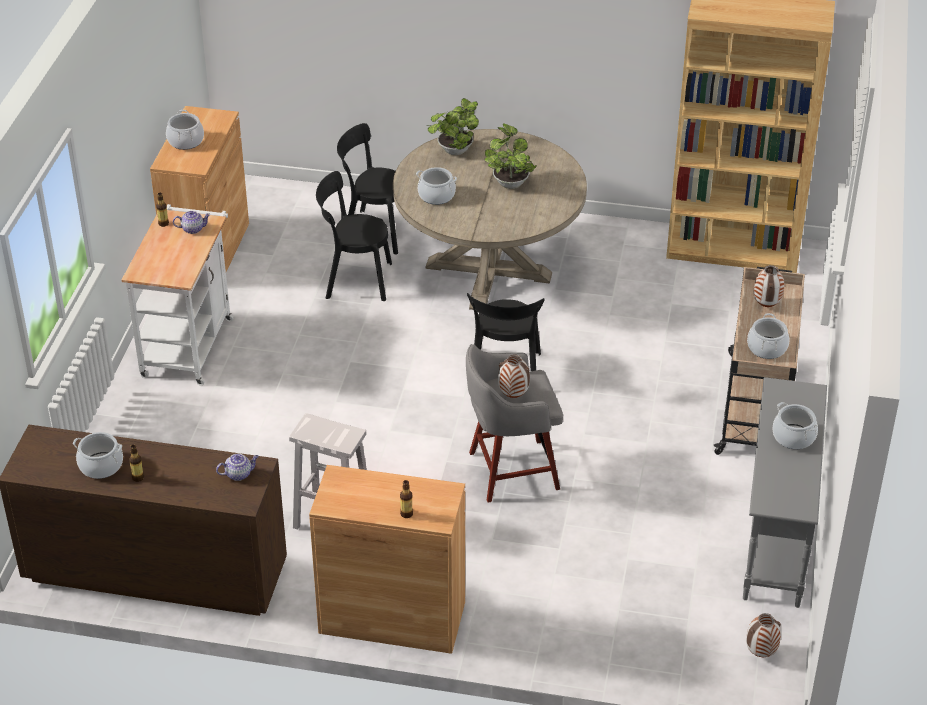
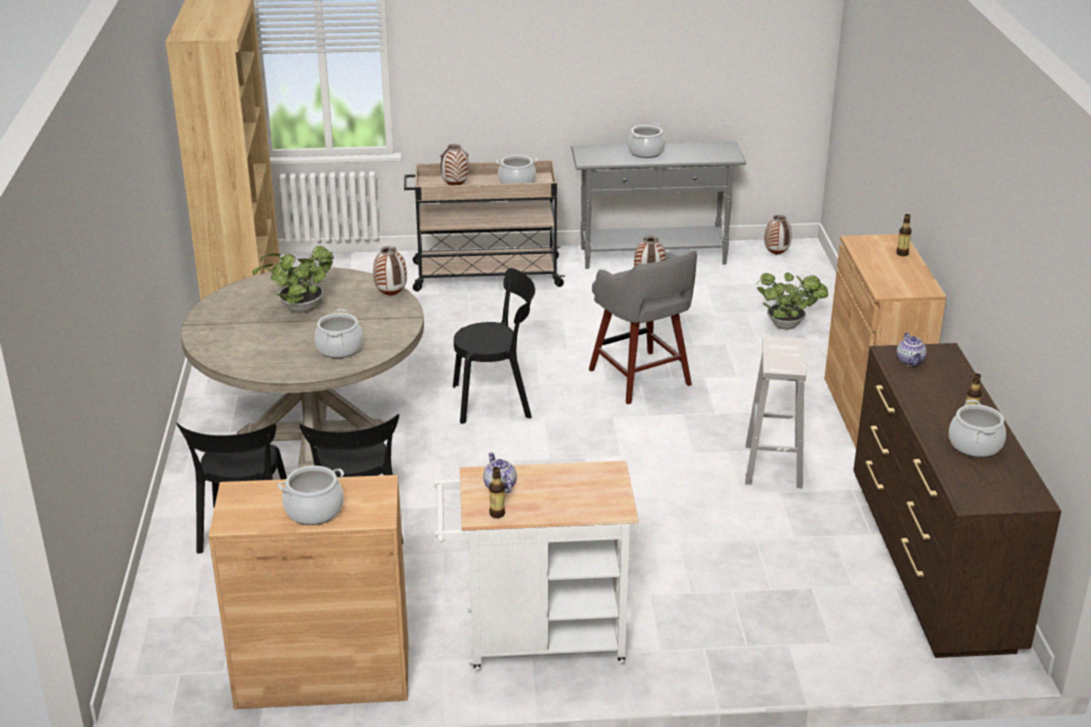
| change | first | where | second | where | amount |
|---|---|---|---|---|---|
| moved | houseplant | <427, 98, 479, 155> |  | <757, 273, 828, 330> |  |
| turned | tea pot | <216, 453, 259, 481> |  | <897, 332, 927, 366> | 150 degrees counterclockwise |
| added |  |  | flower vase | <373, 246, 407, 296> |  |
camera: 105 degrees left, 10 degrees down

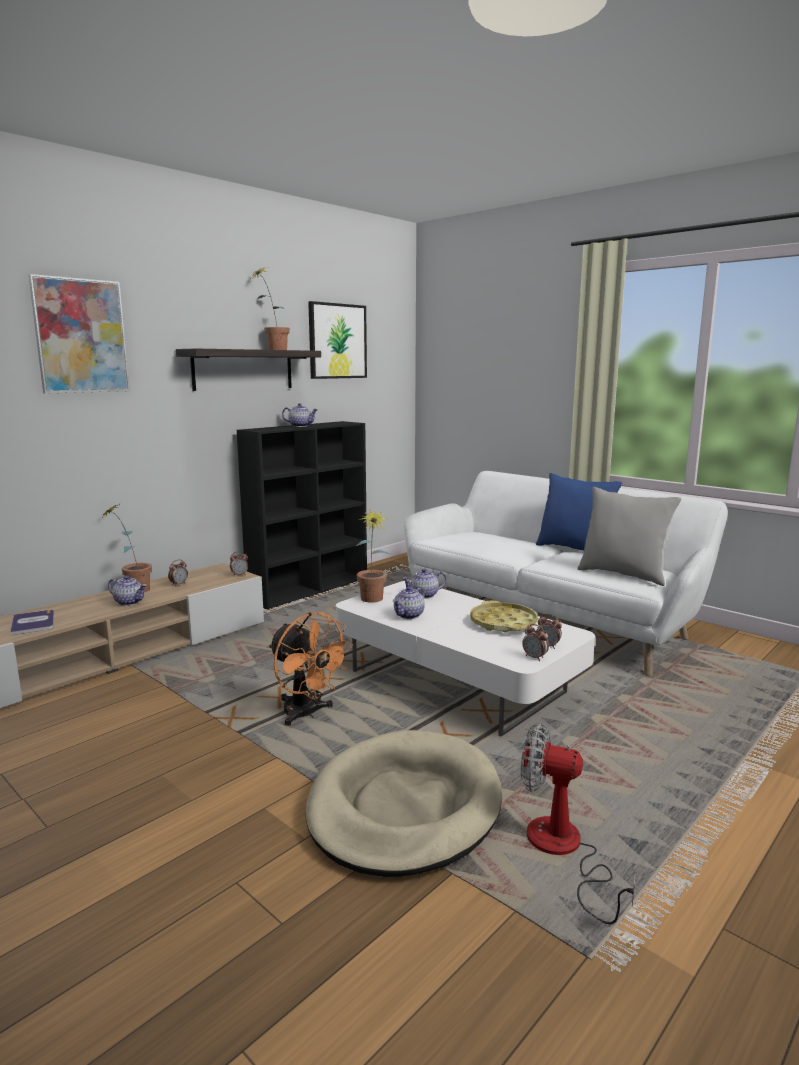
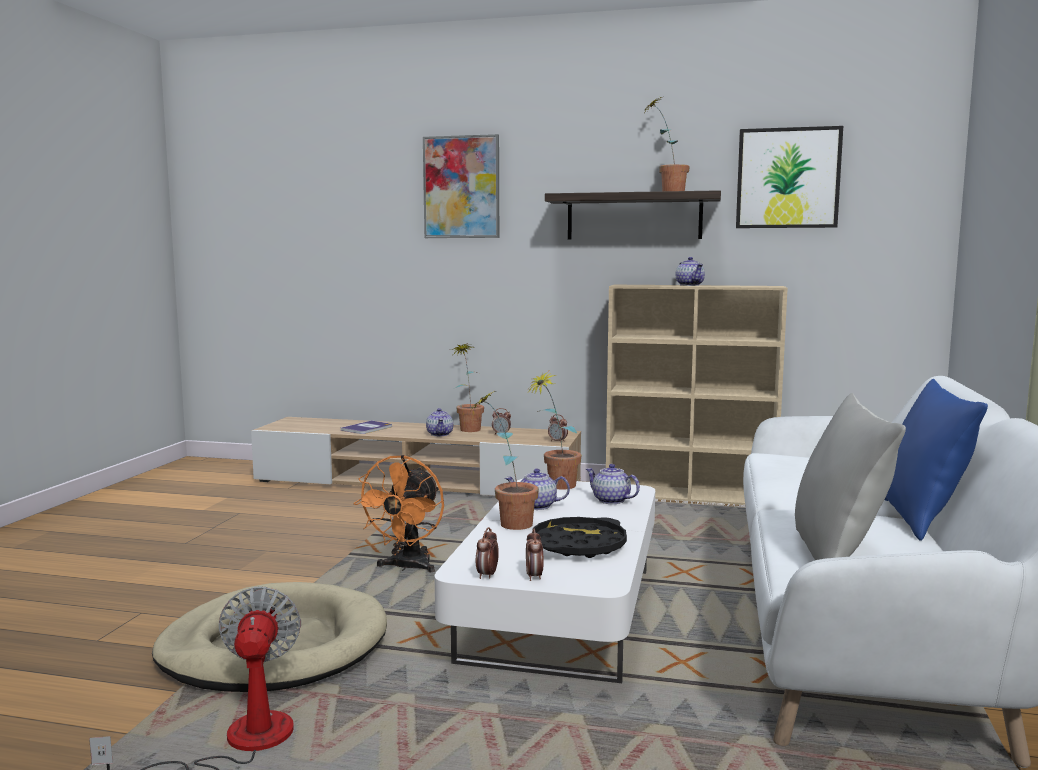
| change | first | where | second | where | amount |
|---|---|---|---|---|---|
| recoloured | bookshelf/blackish | <237, 421, 367, 609> | bookshelf/sand-coloured | <606, 285, 788, 505> |  |
| recoloured | carrying tray/yellow-coloured | <470, 601, 538, 632> | carrying tray/blackish | <532, 517, 627, 558> |  |
| added |  |  | houseplant | <470, 391, 539, 530> |  |
camera: 60 degrees right, 5 degrees down

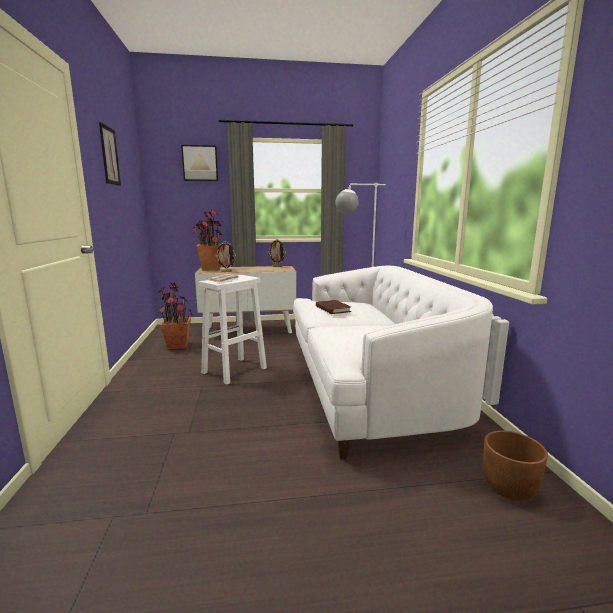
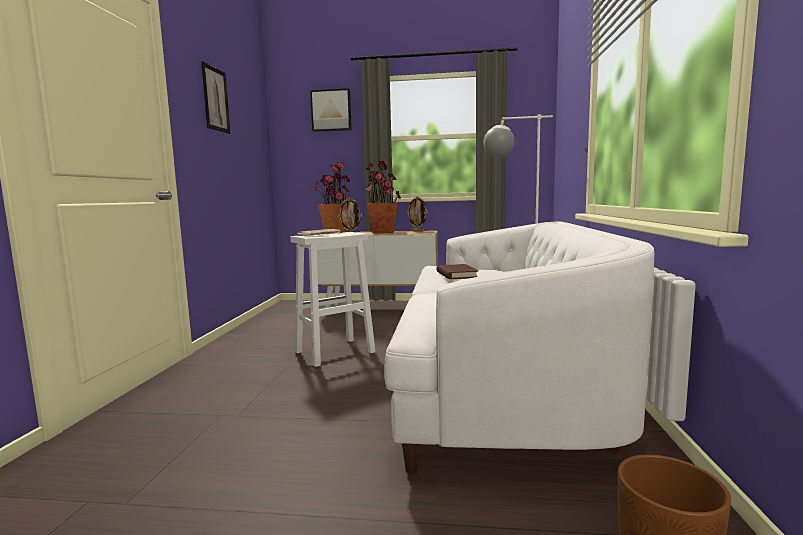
| change | first | where | second | where | amount |
|---|---|---|---|---|---|
| moved | houseplant | <158, 283, 192, 350> |  | <365, 161, 401, 233> |  |
camera: 15 degrees right, 5 degrees down

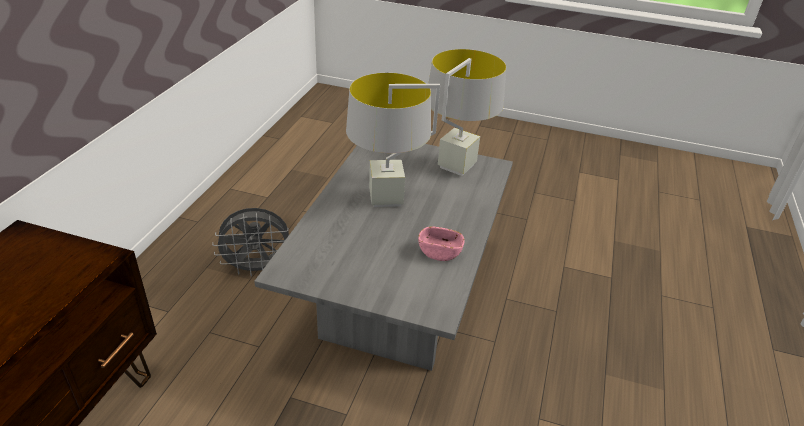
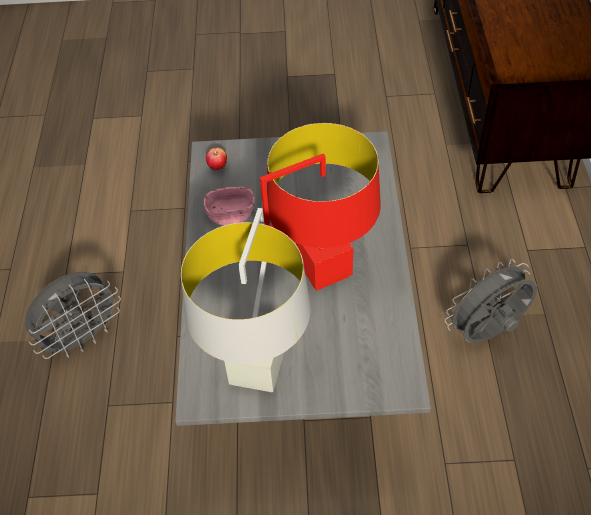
| change | first | where | second | where | amount |
|---|---|---|---|---|---|
| recoloured | lamp for a table/grey | <346, 73, 440, 207> | lamp for a table/reddish | <260, 123, 381, 290> |  |
| added |  |  | whole apple | <206, 147, 227, 171> |  |
| added |  |  | fan/grey | <25, 272, 121, 359> |  |
camera: 165 degrees right, 15 degrees up

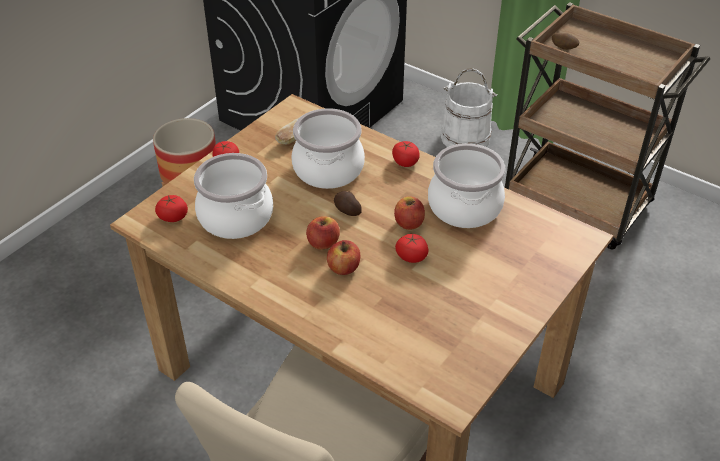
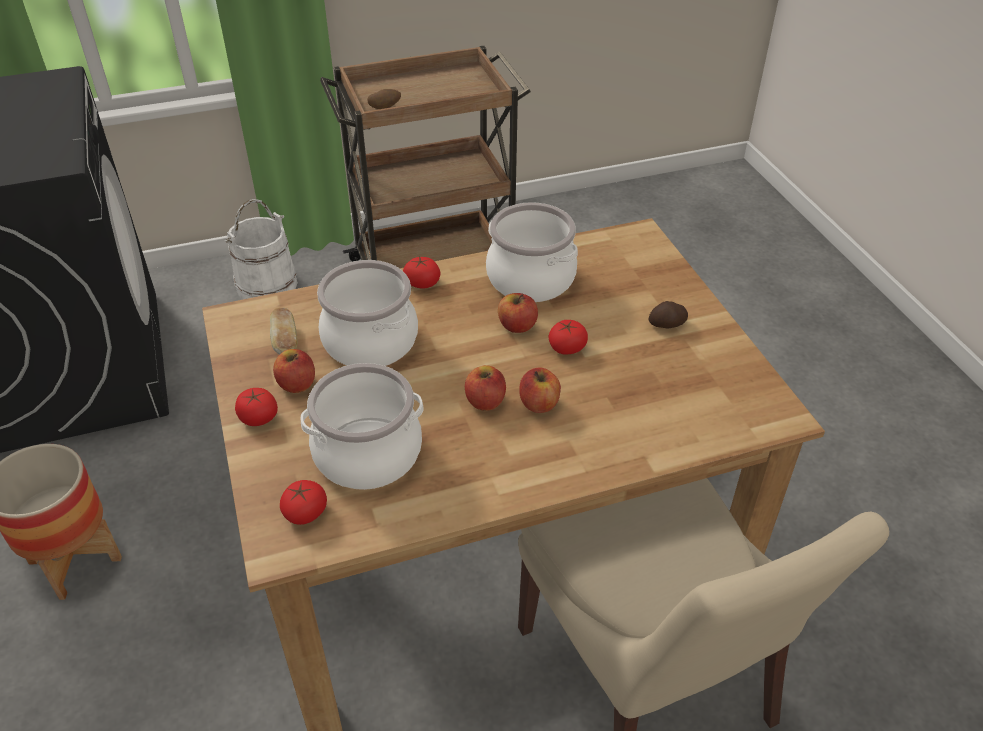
| change | first | where | second | where | amount |
|---|---|---|---|---|---|
| moved | spud | <334, 191, 362, 216> |  | <648, 301, 688, 328> |  |
| added |  |  | whole apple | <273, 349, 315, 393> |  |
camera: 55 degrees left, 0 degrees up

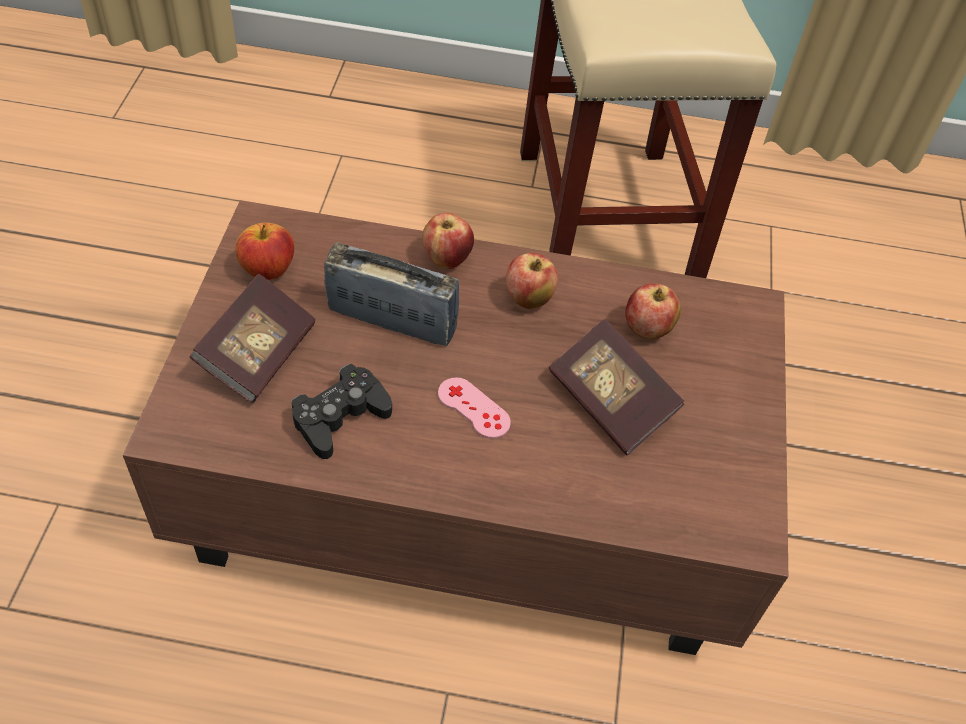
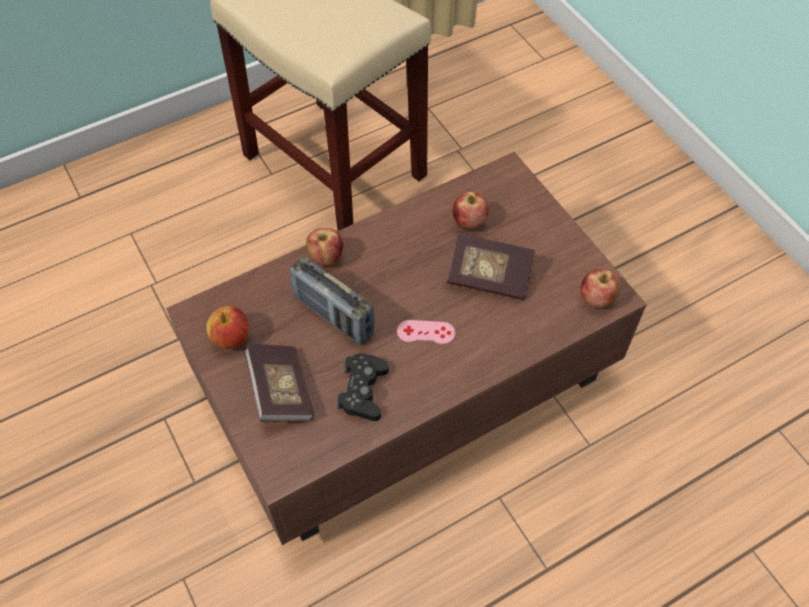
| change | first | where | second | where | amount |
|---|---|---|---|---|---|
| turned | radio set | <324, 242, 459, 346> |  | <290, 256, 375, 345> | 120 degrees counterclockwise |
| moved | whole apple | <506, 253, 559, 309> |  | <580, 269, 620, 308> |  |
camera: 35 degrees left, 5 degrees up

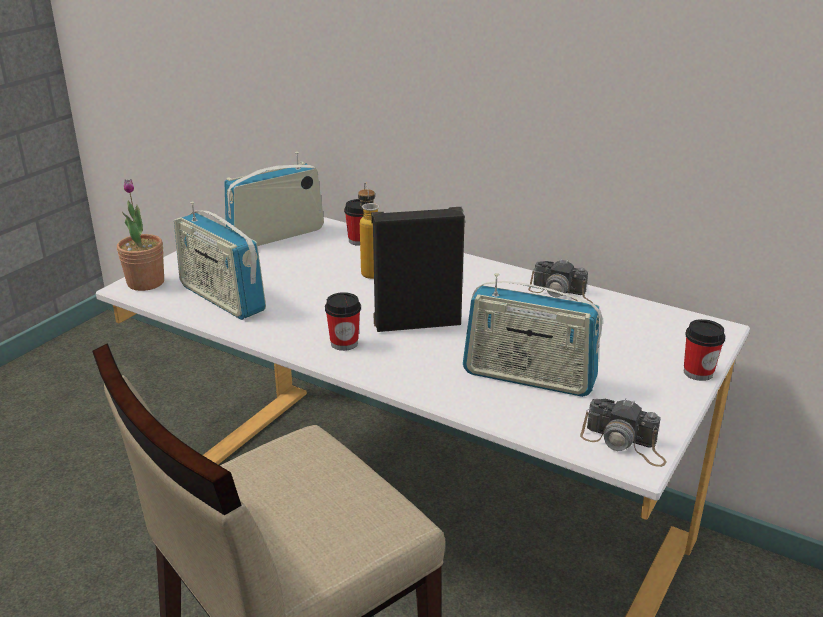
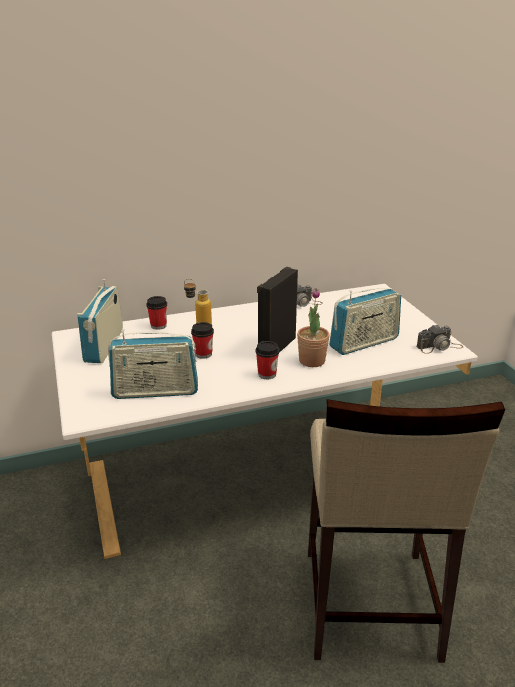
| change | first | where | second | where | amount |
|---|---|---|---|---|---|
| moved | houseplant | <117, 179, 164, 291> |  | <297, 288, 330, 367> |  |
| moved | drinking cup | <684, 319, 725, 381> |  | <191, 322, 214, 359> |  |
camera: 50 degrees left, 0 degrees up

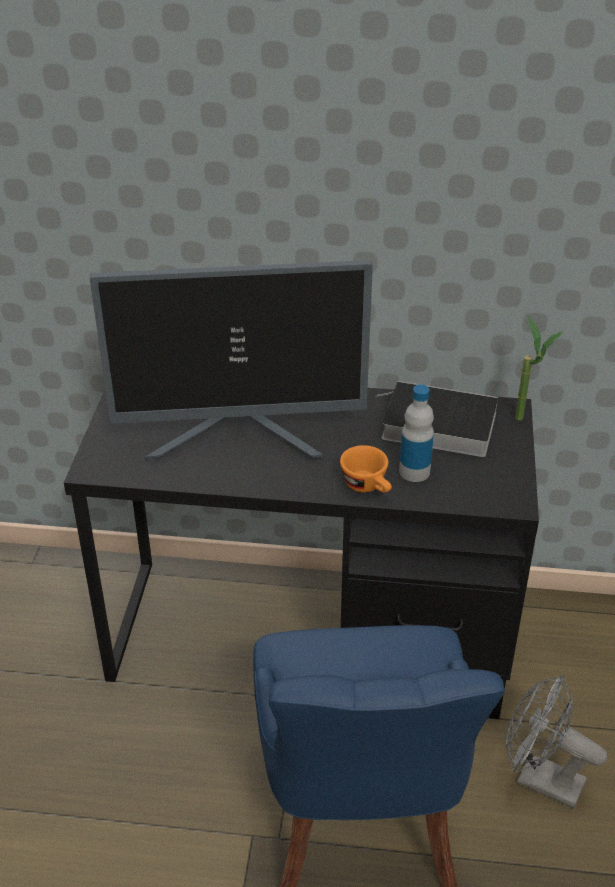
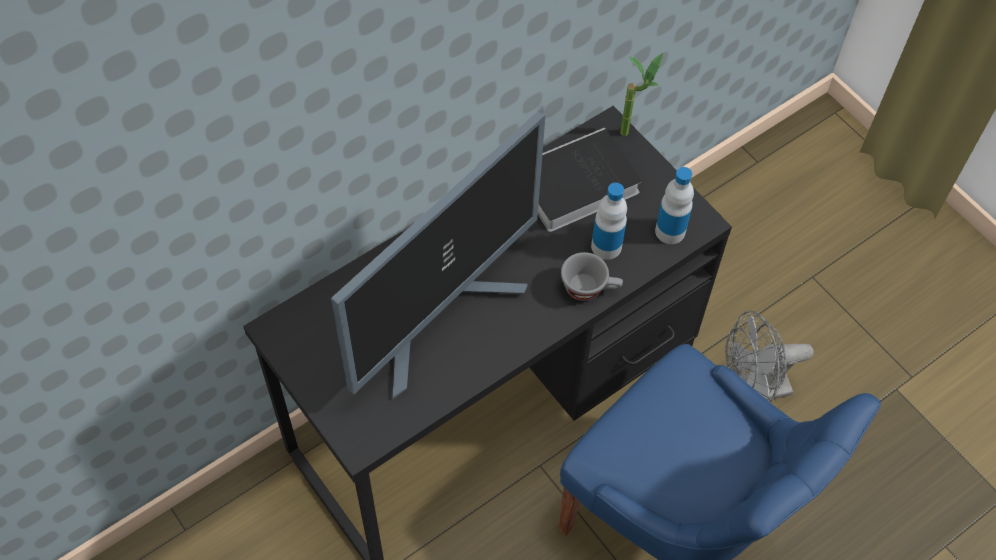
| change | first | where | second | where | amount |
|---|---|---|---|---|---|
| recoloured | drinking cup/orange | <340, 445, 392, 493> | drinking cup/grey | <561, 252, 623, 301> |  |
| added |  |  | bottle | <655, 167, 694, 244> |  |
camera: 45 degrees left, 20 degrees up

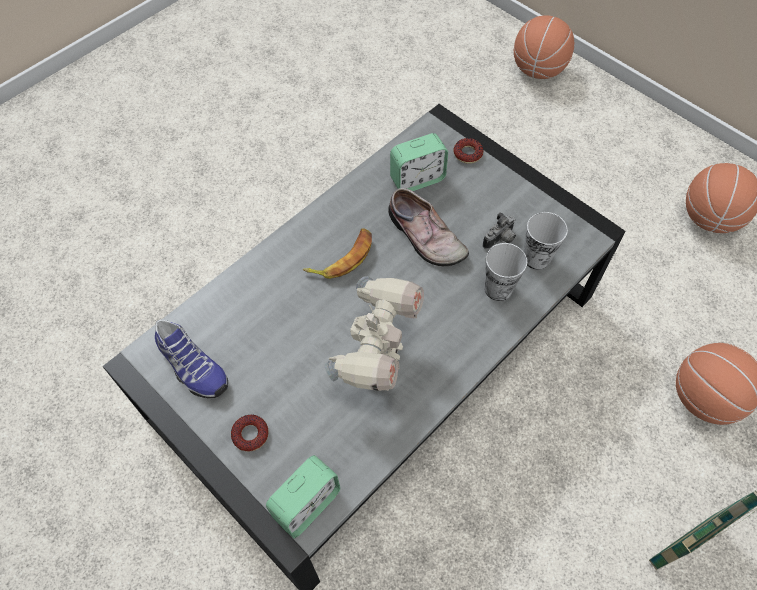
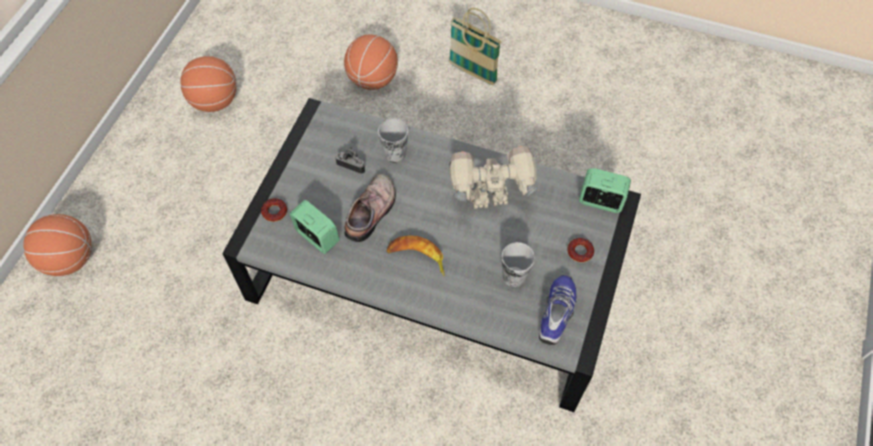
| change | first | where | second | where | amount |
|---|---|---|---|---|---|
| moved | drinking cup | <524, 212, 568, 270> |  | <502, 242, 535, 287> |  |
camera: 115 degrees left, 0 degrees up

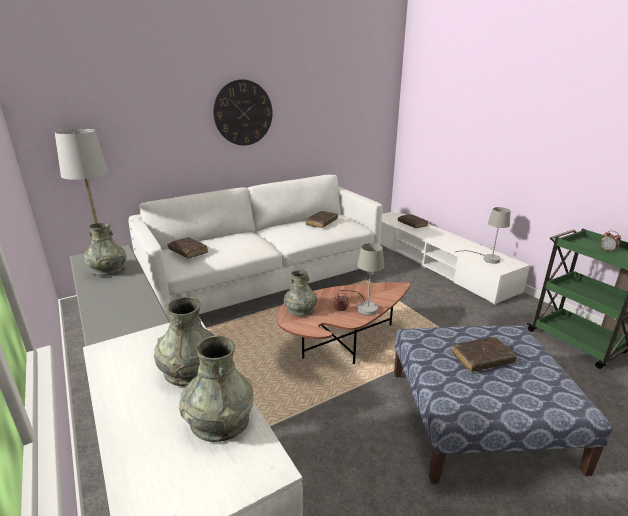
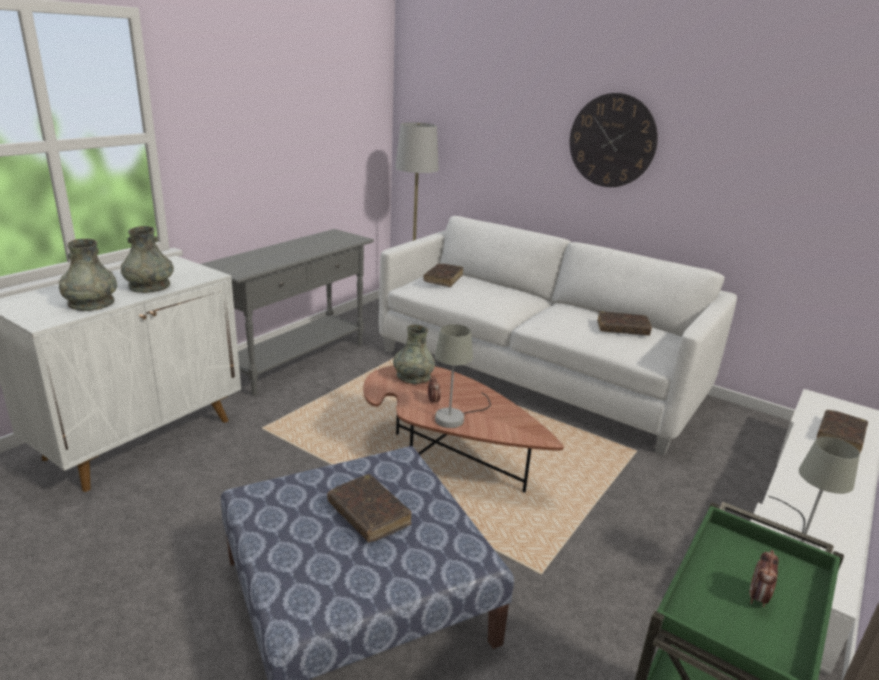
| change | first | where | second | where | amount |
|---|---|---|---|---|---|
| removed | flower vase/grey | <84, 223, 126, 276> |  |  |  |
camera: 65 degrees right, 0 degrees up

